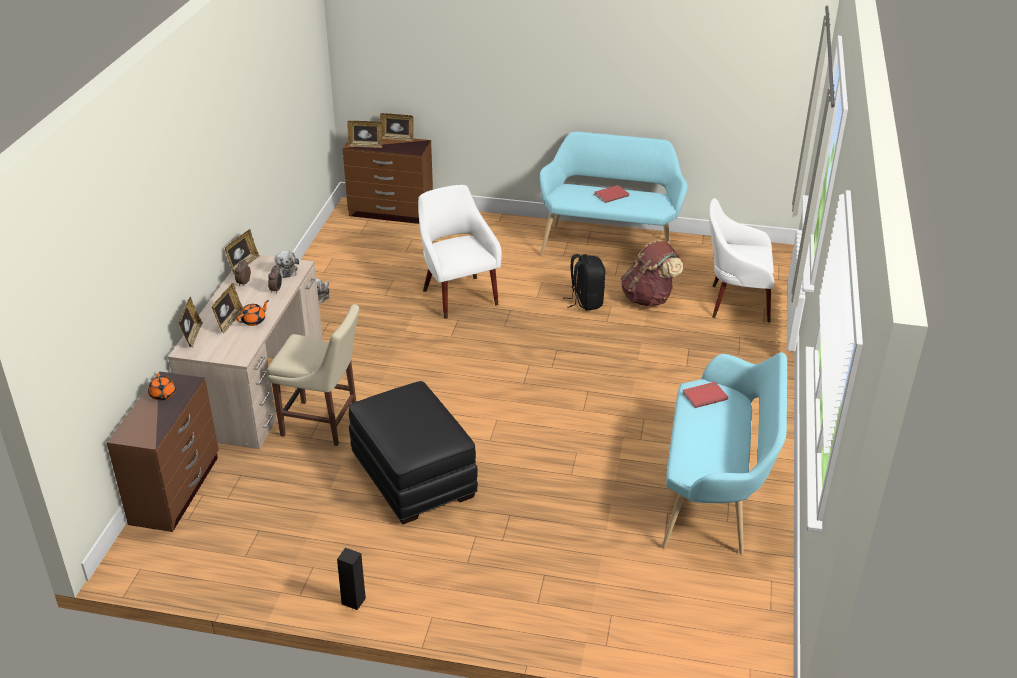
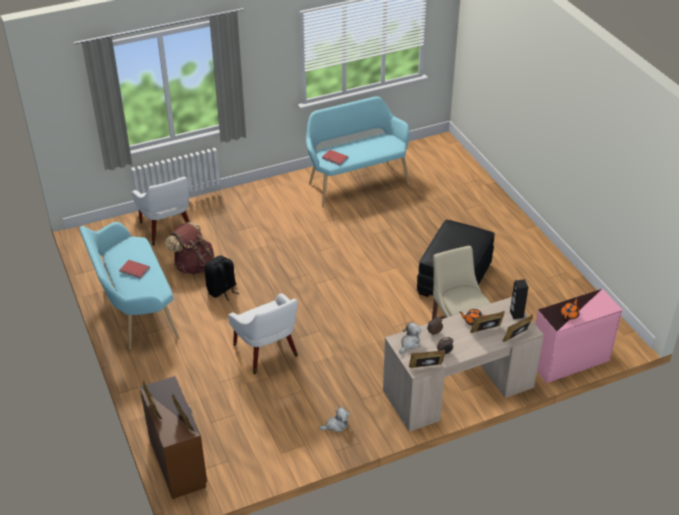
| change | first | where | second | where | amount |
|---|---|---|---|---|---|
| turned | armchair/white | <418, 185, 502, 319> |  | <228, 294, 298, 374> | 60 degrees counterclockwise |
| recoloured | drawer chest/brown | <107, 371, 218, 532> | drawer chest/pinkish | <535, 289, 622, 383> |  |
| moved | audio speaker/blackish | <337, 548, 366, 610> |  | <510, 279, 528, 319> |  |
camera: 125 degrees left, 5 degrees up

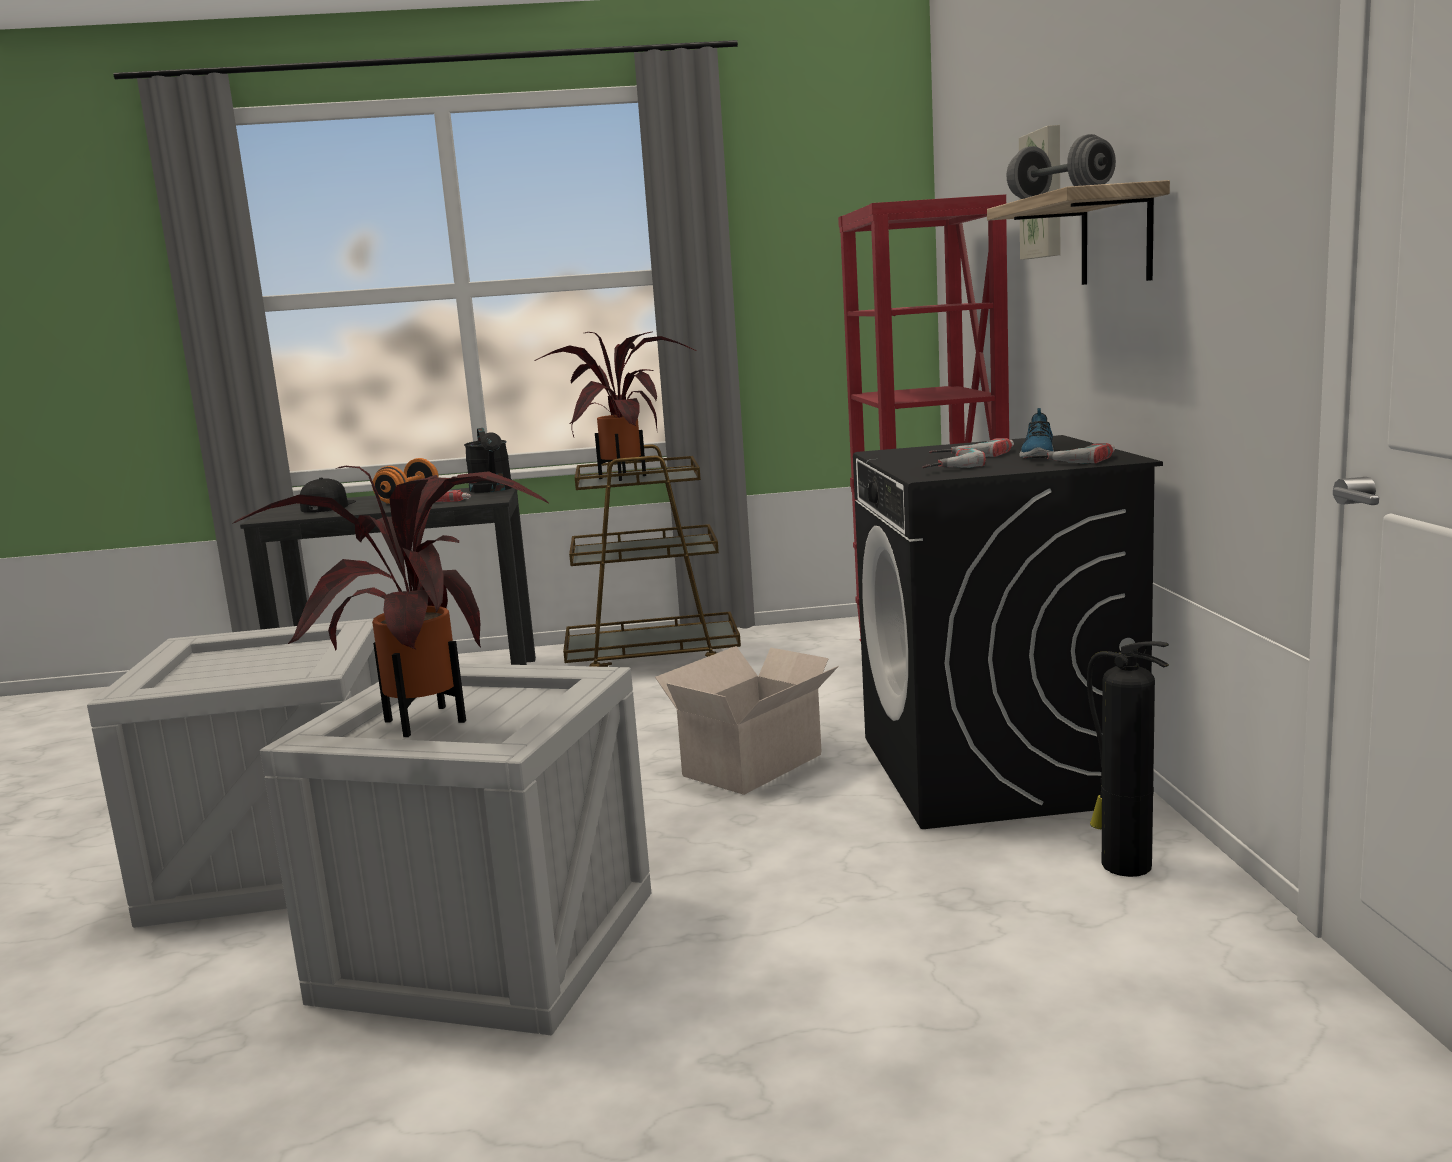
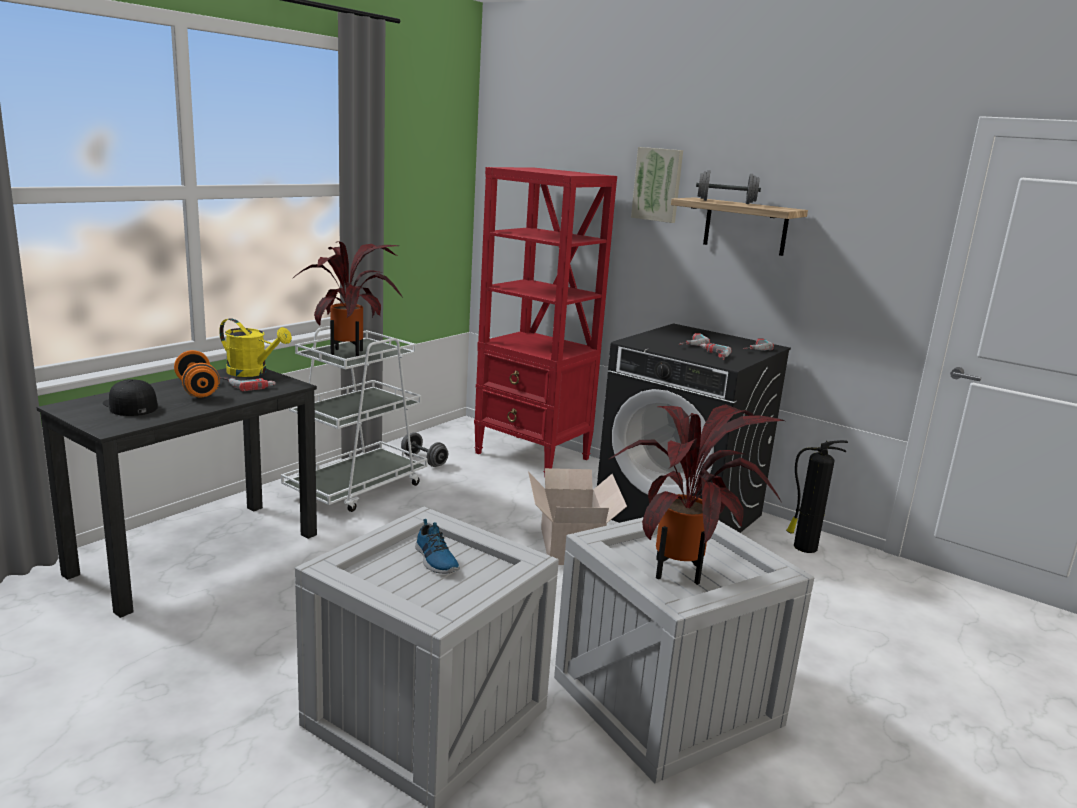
| change | first | where | second | where | amount |
|---|---|---|---|---|---|
| moved | item of footwear | <1019, 408, 1054, 457> |  | <415, 519, 460, 574> |  |
| recoloured | watering pot/blackish | <464, 428, 512, 493> | watering pot/yellow-coloured | <219, 318, 292, 377> |  |
| recoloured | cart/brown | <563, 445, 741, 667> | cart/white | <281, 326, 428, 512> |  |
| added |  |  | hand weight/grey | <401, 432, 448, 467> |  |
camera: 50 degrees left, 5 degrees up

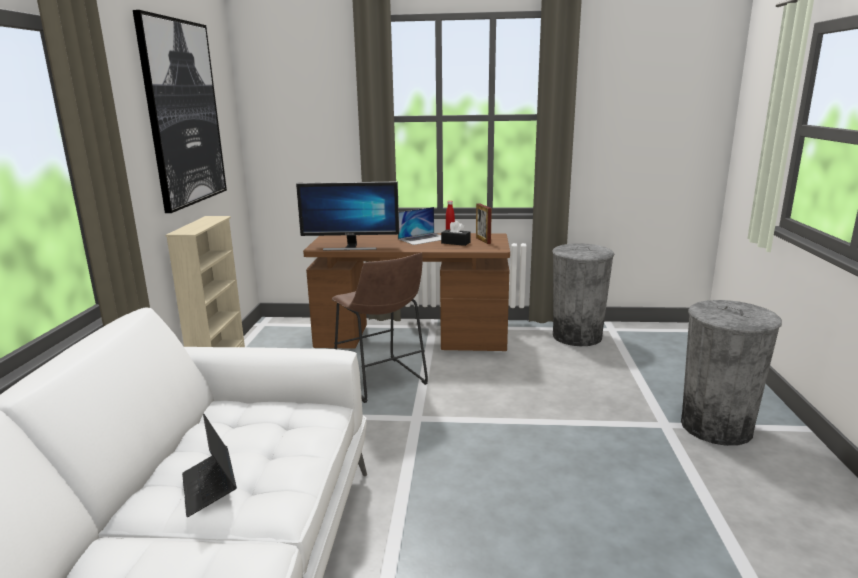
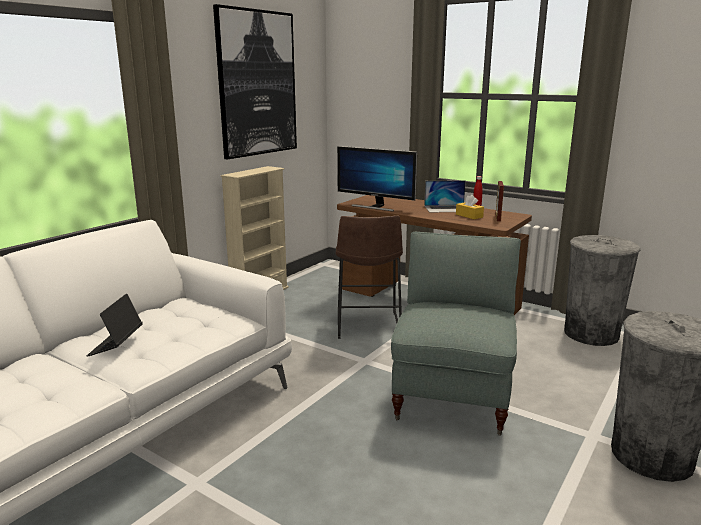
| change | first | where | second | where | amount |
|---|---|---|---|---|---|
| recoloured | tissue holder/blackish | <441, 221, 470, 246> | tissue holder/yellow-coloured | <456, 195, 484, 219> |  |
| added |  |  | armchair/grey | <391, 232, 521, 436> |  |
camera: 30 degrees right, 0 degrees up

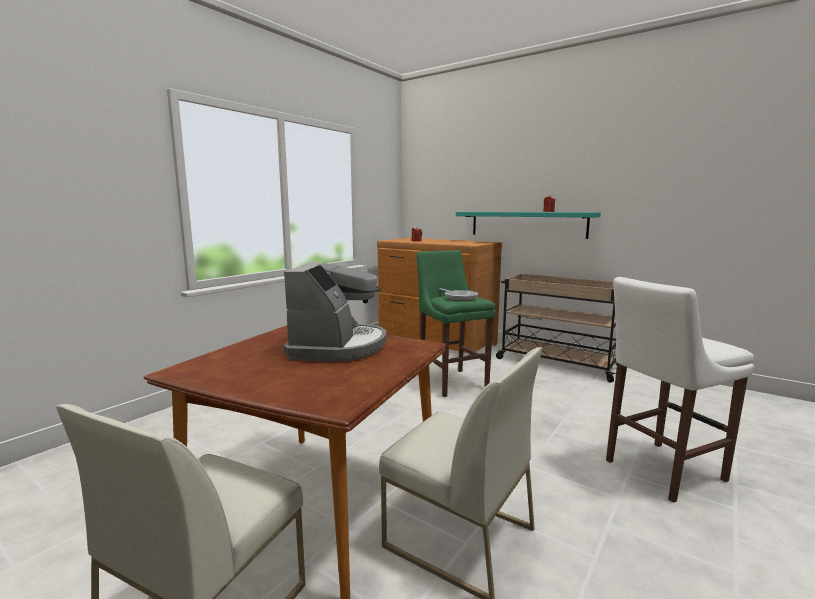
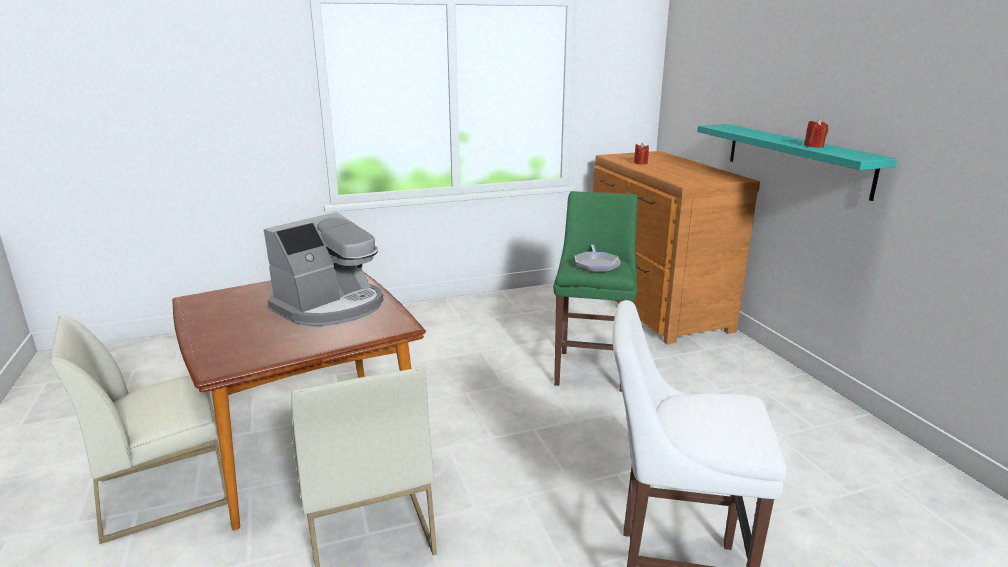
| change | first | where | second | where | amount |
|---|---|---|---|---|---|
| removed | cart/sand-coloured | <496, 274, 617, 382> |  |  |  |
camera: 35 degrees right, 10 degrees up

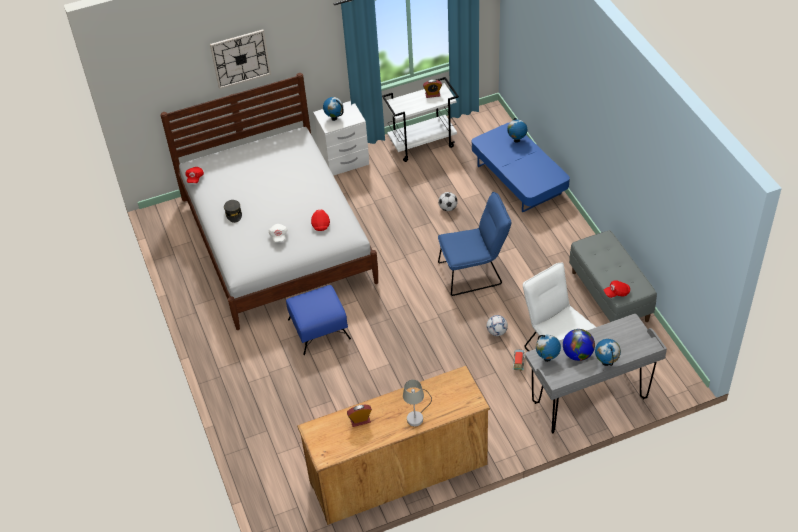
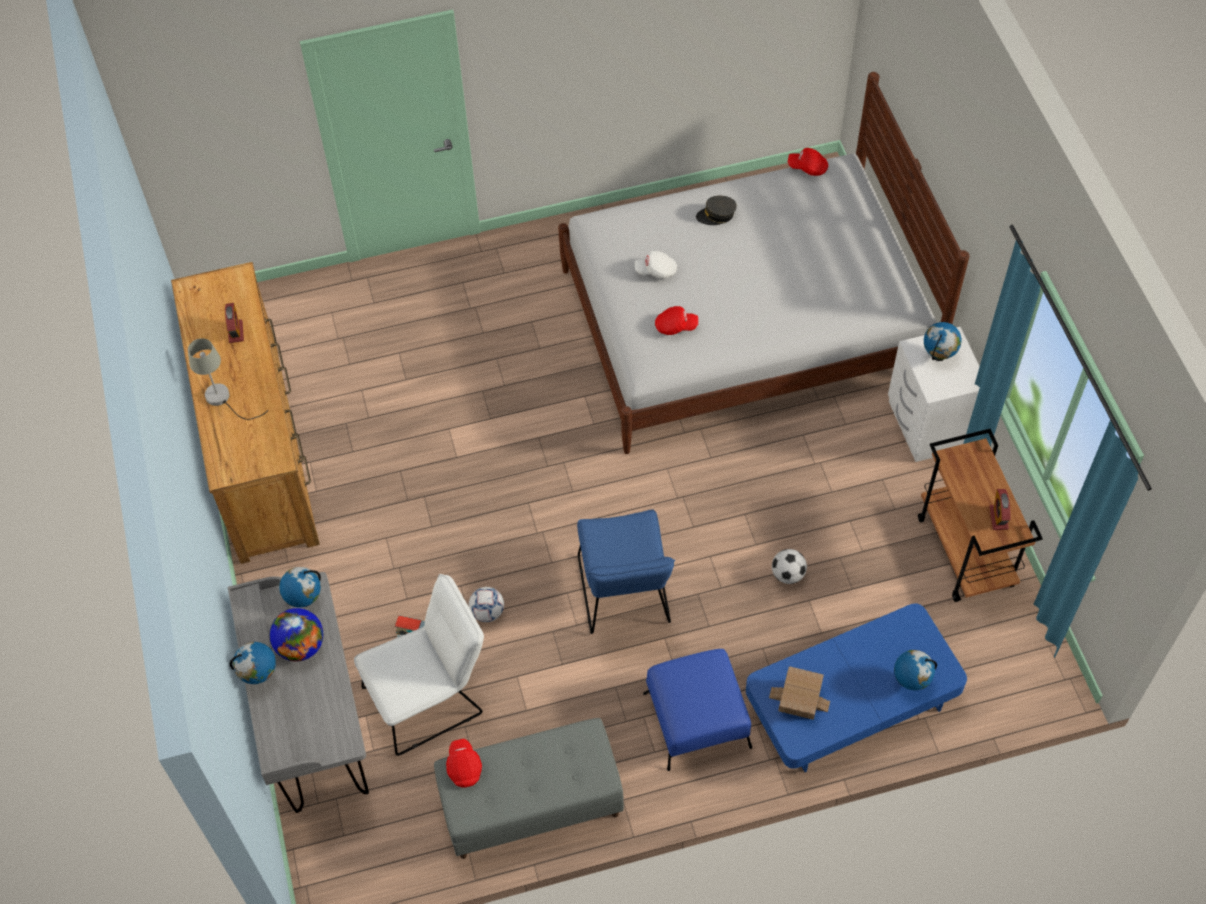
| change | first | where | second | where | amount |
|---|---|---|---|---|---|
| removed | clock on the wall | <210, 29, 271, 89> |  |  |  |
| recoloured | cart/white | <382, 77, 459, 162> | cart/brown | <918, 429, 1043, 602> |  |
| moved | footrest/bluish | <286, 285, 351, 355> |  | <643, 649, 752, 771> |  |
| added |  |  | model house | <769, 666, 830, 720> |  |
camera: 95 degrees right, 10 degrees up

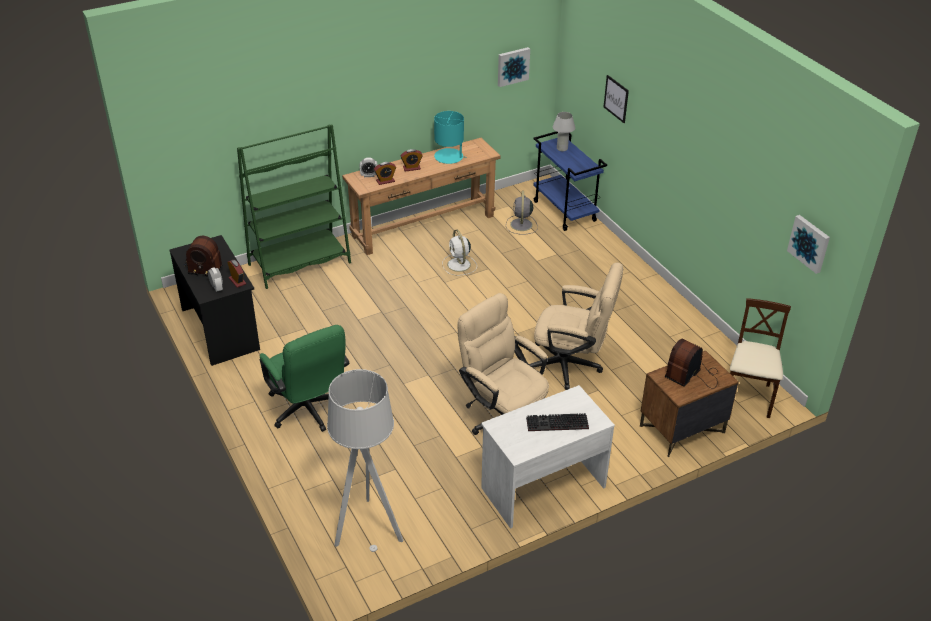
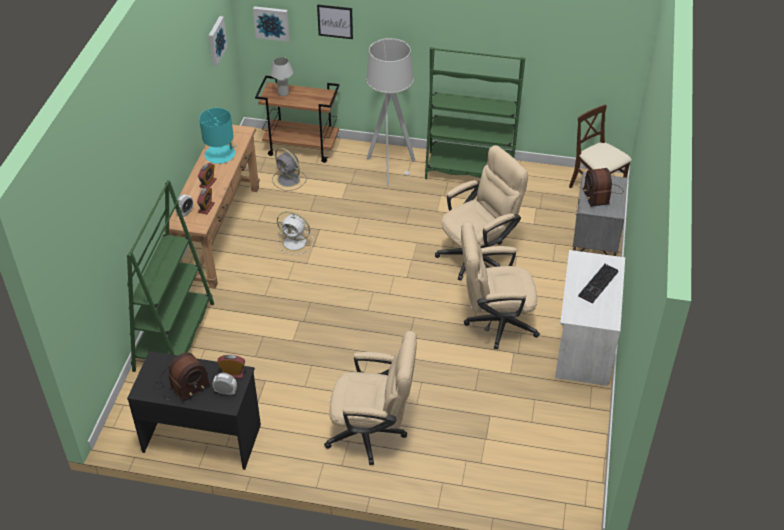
| change | first | where | second | where | amount |
|---|---|---|---|---|---|
| recoloured | cart/bluish | <533, 131, 607, 231> | cart/brown | <255, 75, 340, 163> |  |
| moved | wall art | <787, 215, 830, 274> |  | <253, 6, 290, 42> |  |
| recoloured | office chair/green-coloured | <259, 325, 349, 432> | office chair/sand-coloured | <324, 331, 417, 465> |  |
| recoloured | night table/brown | <640, 351, 739, 457> | night table/grey | <573, 172, 627, 256> |  |
| moved | floor lamp/grey | <327, 369, 403, 552> |  | <366, 38, 416, 186> |  |
| added |  |  | bookshelf/green-coloured | <425, 47, 525, 179> |  |
camera: 50 degrees left, 5 degrees up

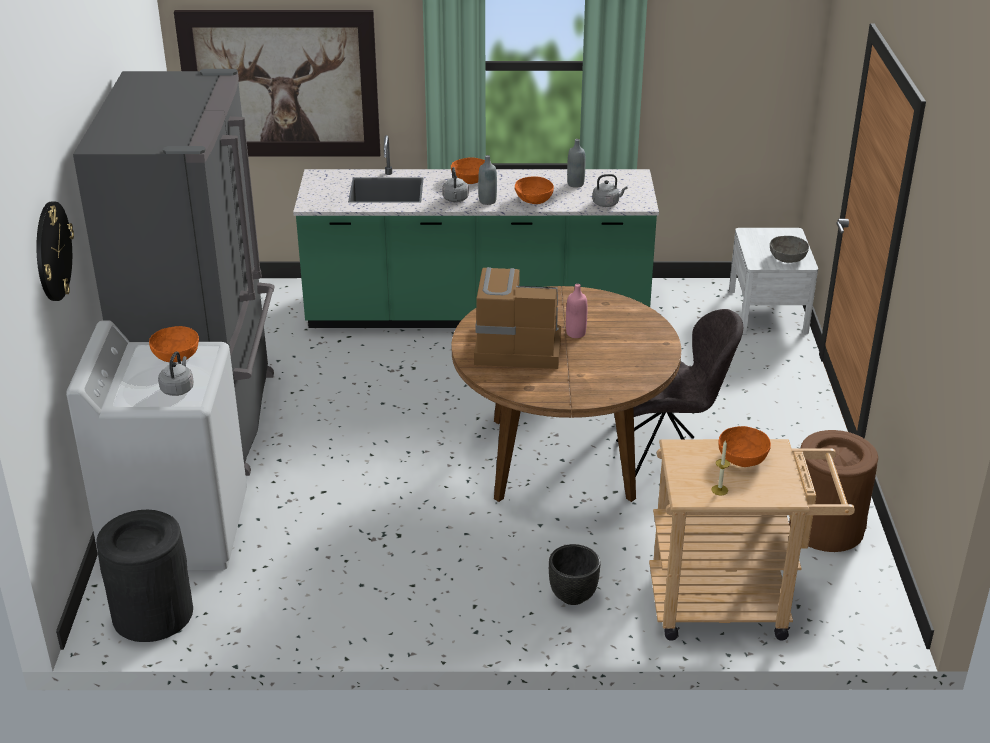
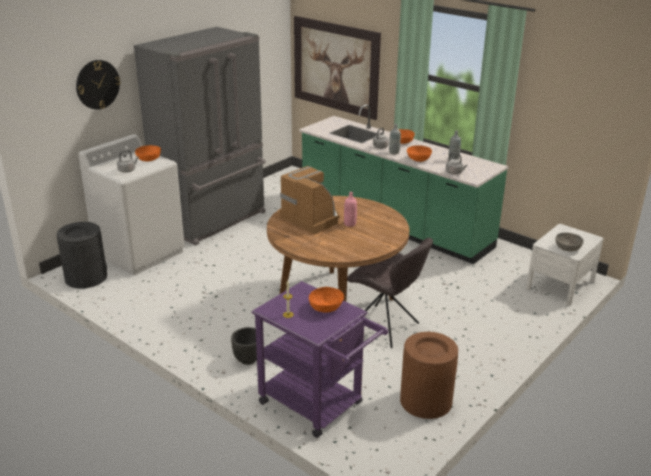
| change | first | where | second | where | amount |
|---|---|---|---|---|---|
| recoloured | cart/sand-coloured | <649, 439, 855, 641> | cart/purple | <251, 281, 388, 438> |  |
camera: 40 degrees right, 5 degrees down

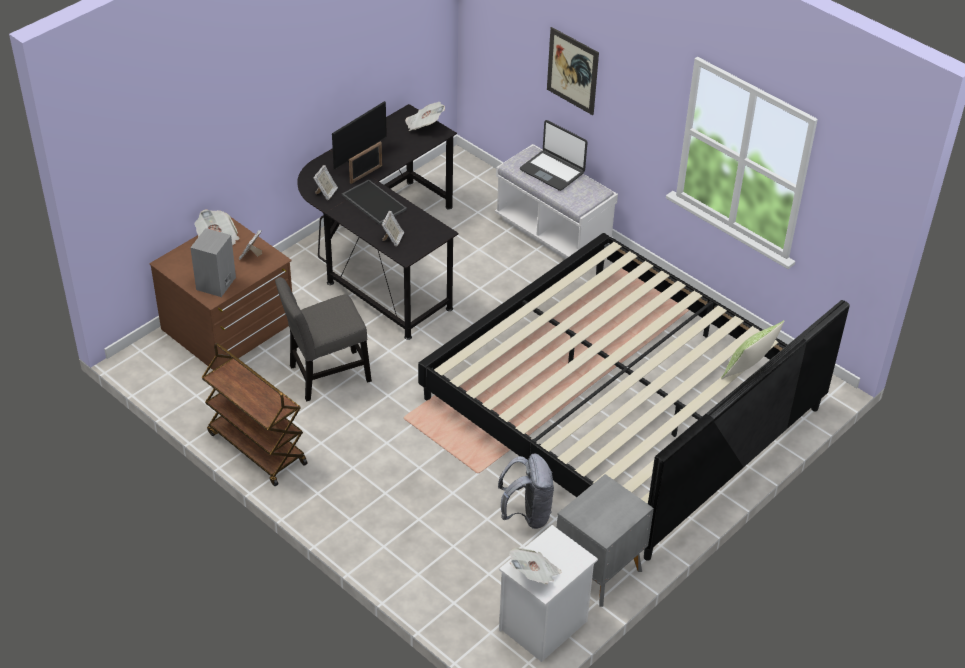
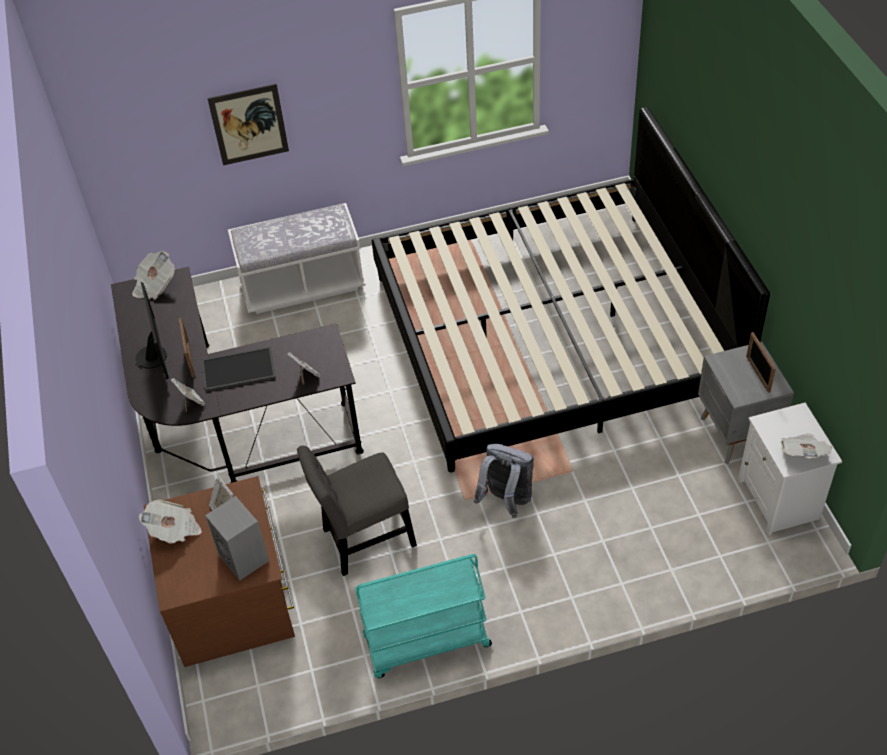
| change | first | where | second | where | amount |
|---|---|---|---|---|---|
| removed | portable computer | <520, 120, 588, 191> |  |  |  |
| turned | upright chair/grey | <275, 277, 372, 401> |  | <297, 446, 417, 576> | 60 degrees clockwise |
| removed | pillow | <721, 320, 784, 379> |  |  |  |
| recoloured | cart/brown | <201, 343, 308, 486> | cart/turquoise-coloured | <355, 554, 492, 678> |  |
| moved | knapsack/grey | <498, 453, 554, 529> |  | <474, 444, 534, 518> |  |
| added |  |  | photo frame | <746, 332, 776, 393> |  |
camera: 55 degrees left, 5 degrees up

